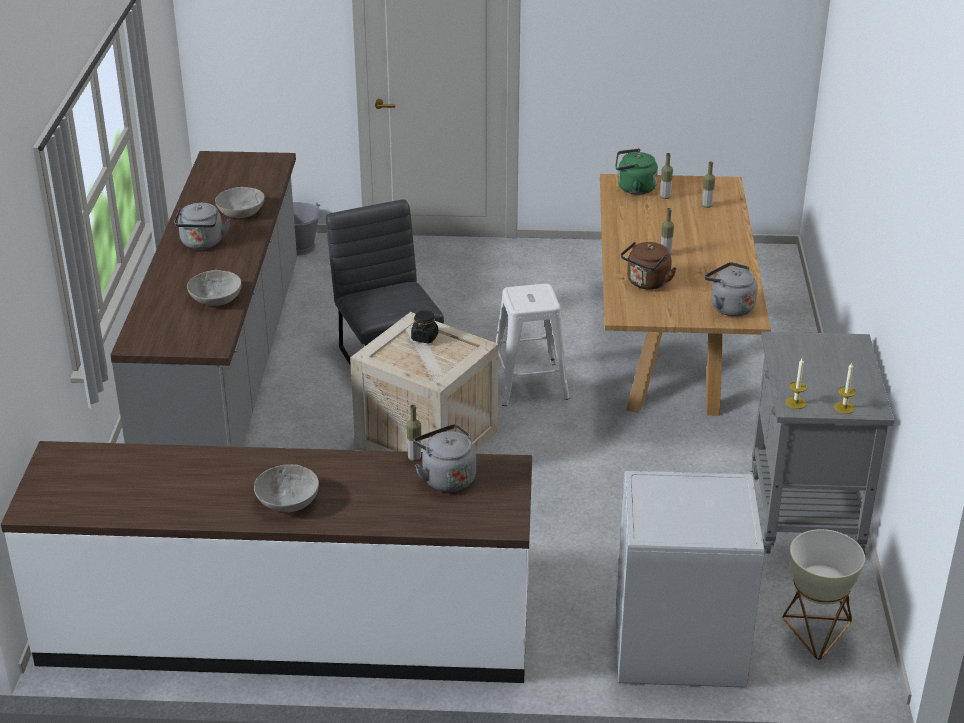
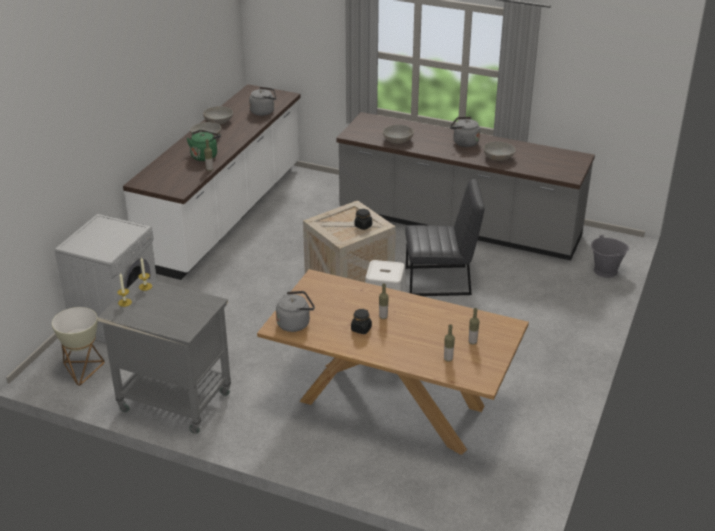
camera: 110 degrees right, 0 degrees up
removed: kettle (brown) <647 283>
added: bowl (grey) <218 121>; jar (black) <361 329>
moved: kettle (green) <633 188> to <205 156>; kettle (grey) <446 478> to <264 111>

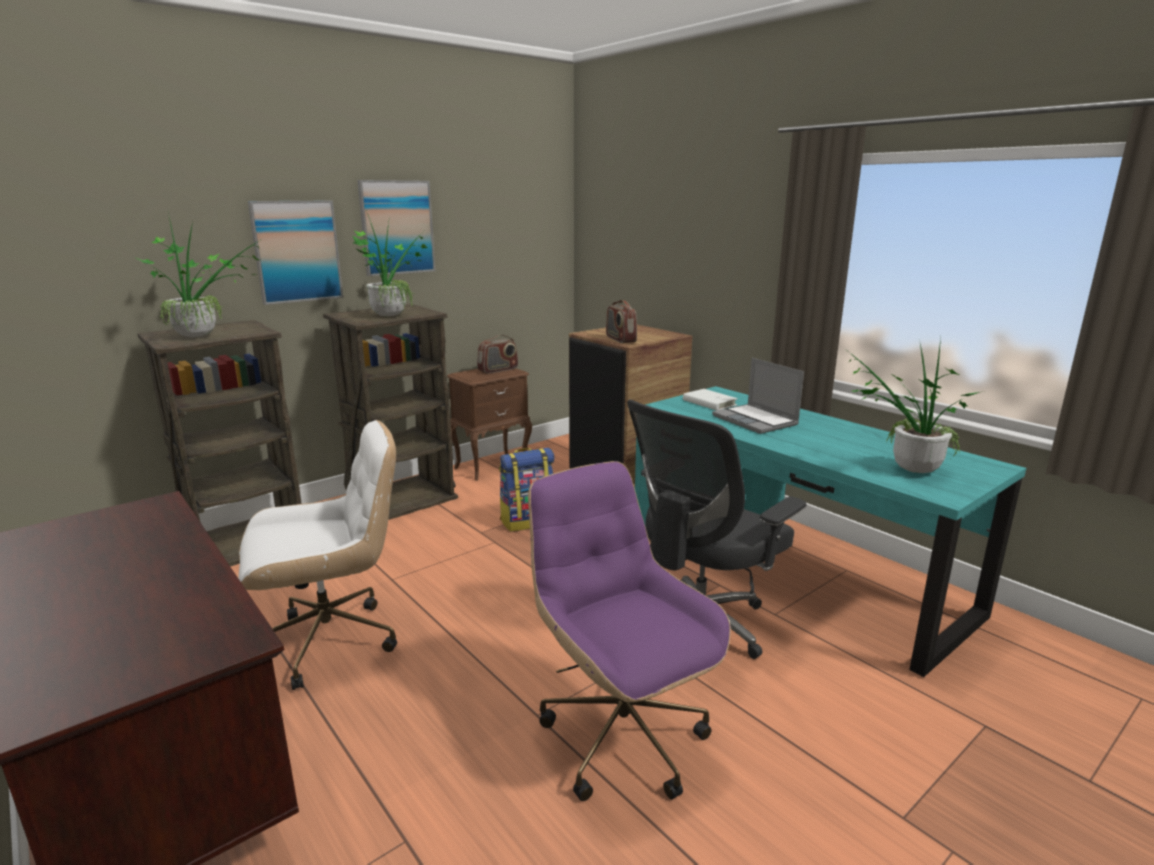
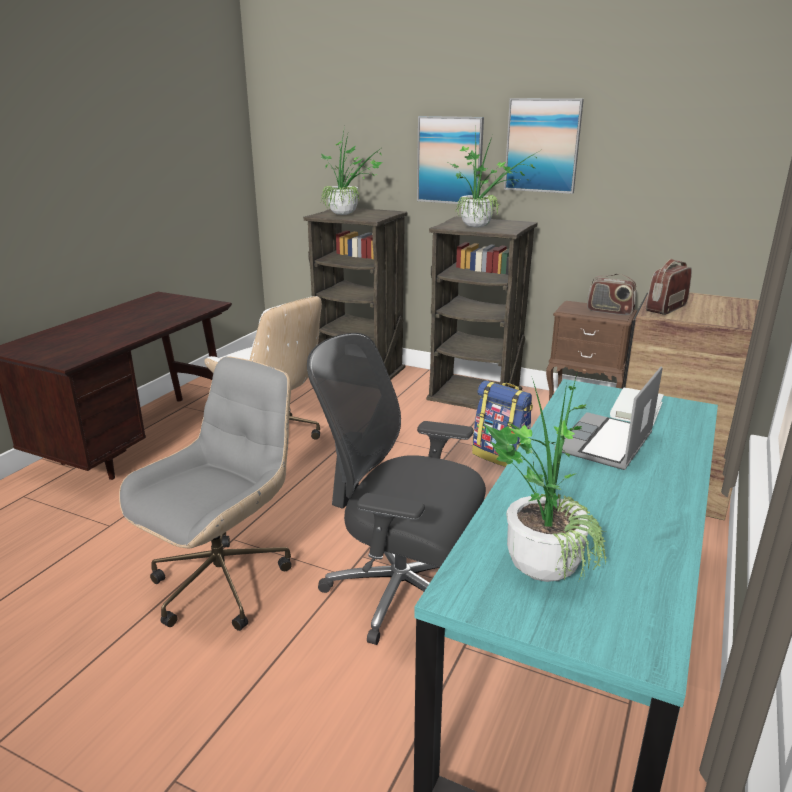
camera: 65 degrees right, 5 degrees up
recoloured: office chair (purple) <619 735> to office chair (grey) <225 582>

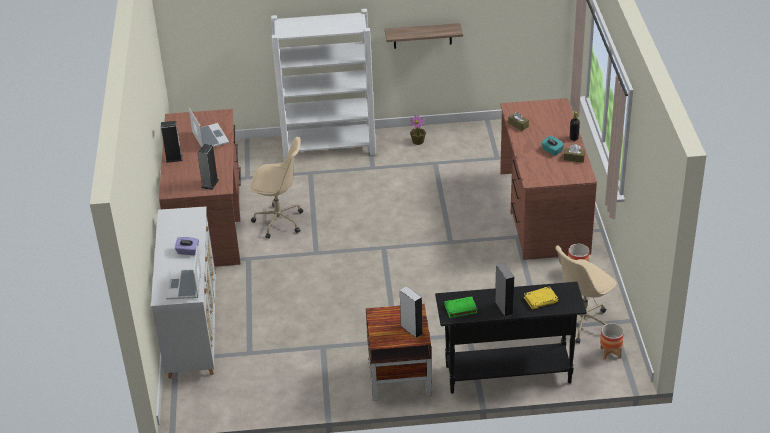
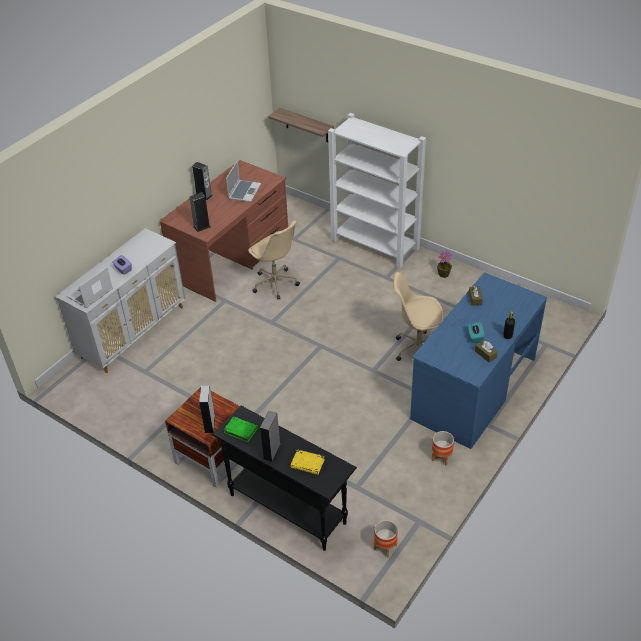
camera: 40 degrees right, 5 degrees up
moved: shelf <422 36> to <306 125>; office chair (beige) <581 324> to <416 349>
recoloured: desk (brown) <543 212> to desk (blue) <473 388>

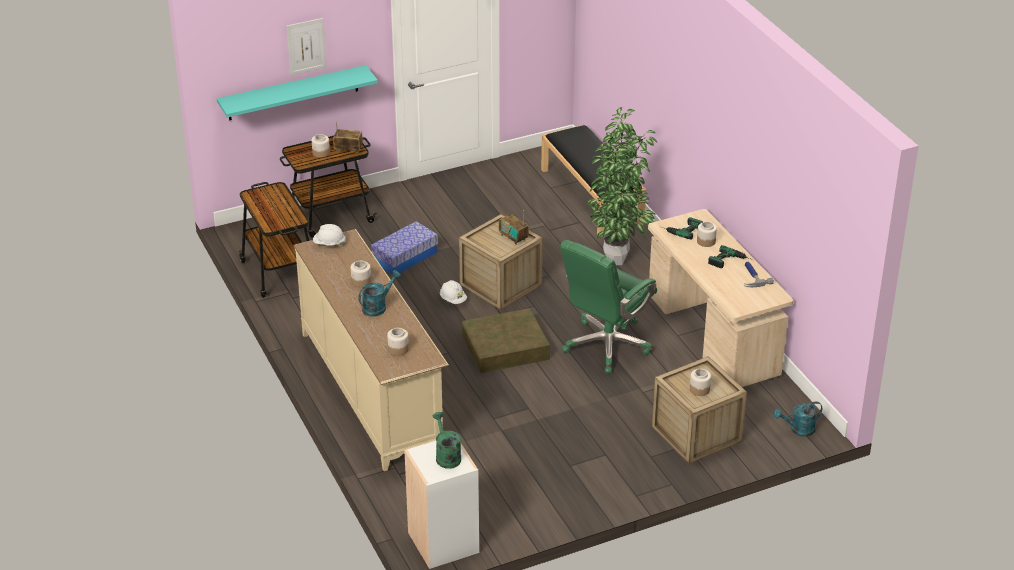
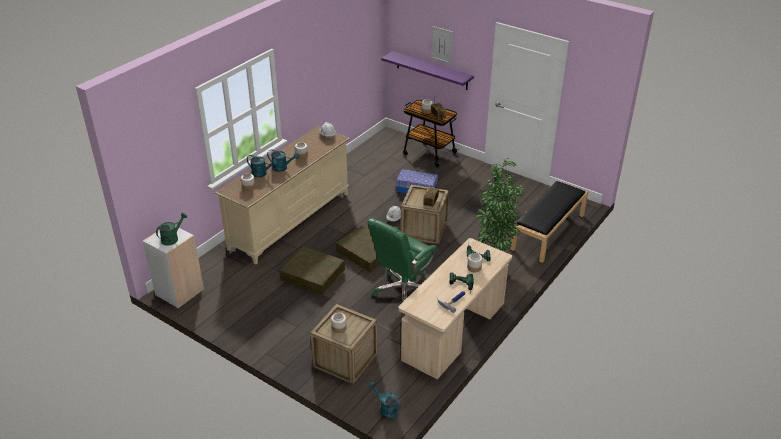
camera: 60 degrees right, 0 degrees up
removed: cart <279 274>
added: watering can (turquoise) <262 173>; storage box (brown) <313 275>
recoloured: shelf (turquoise) <293 93> to shelf (purple) <431 70>
turned: office chair (green) <607 345> = <404 290> 60 degrees counterclockwise

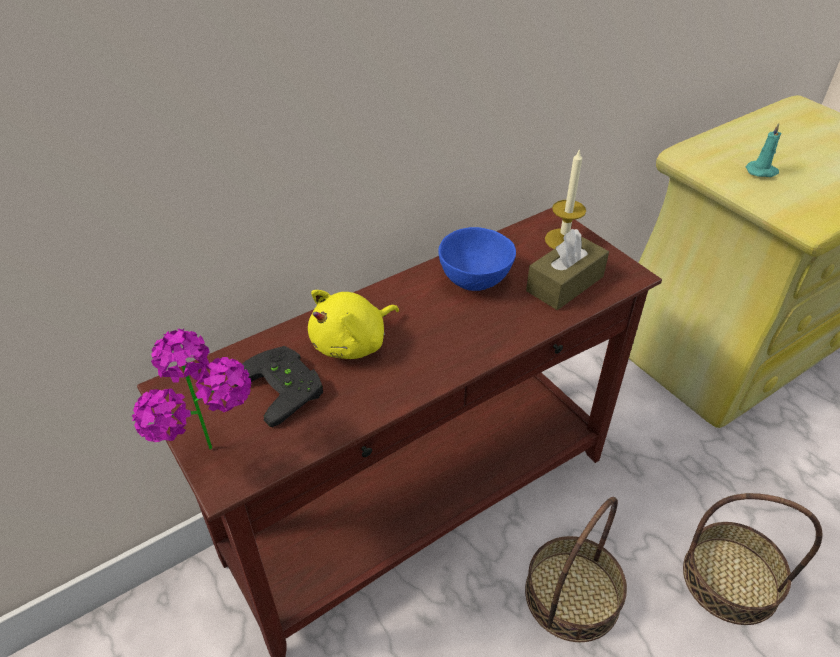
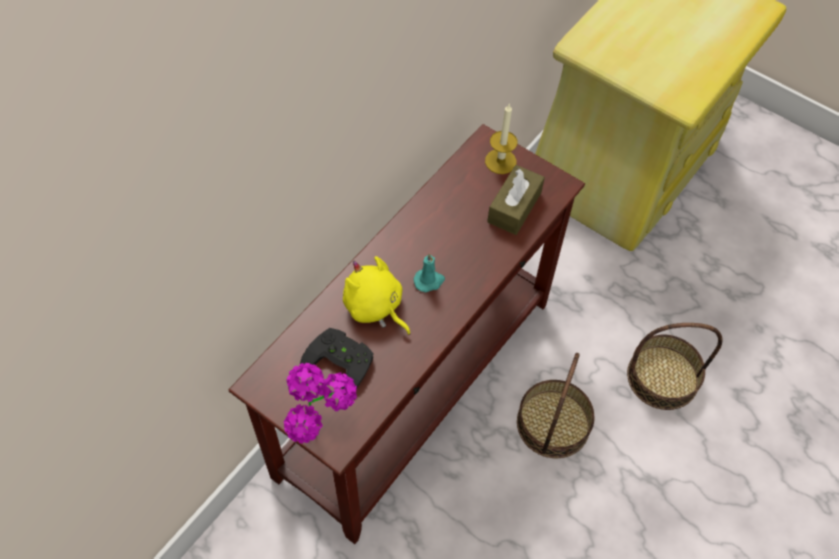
camera: 20 degrees left, 15 degrees up
removed: bowl (blue) <476 281>
moved: candle (turquoise) <762 171> to <429 281>
turned: plush toy (yellow) <353 343> = <375 307> 105 degrees clockwise

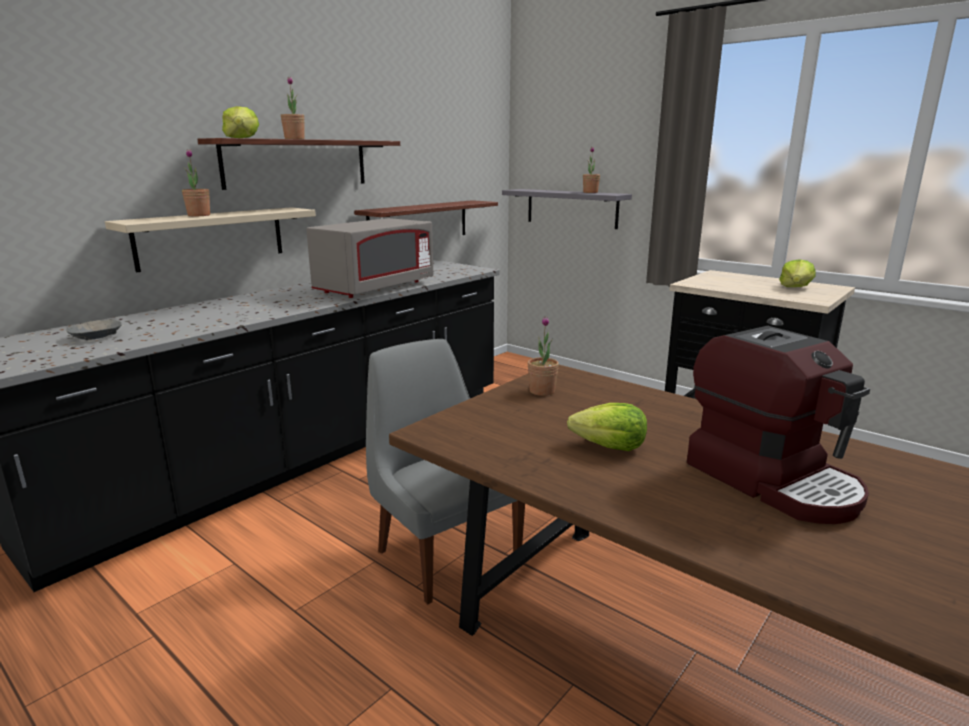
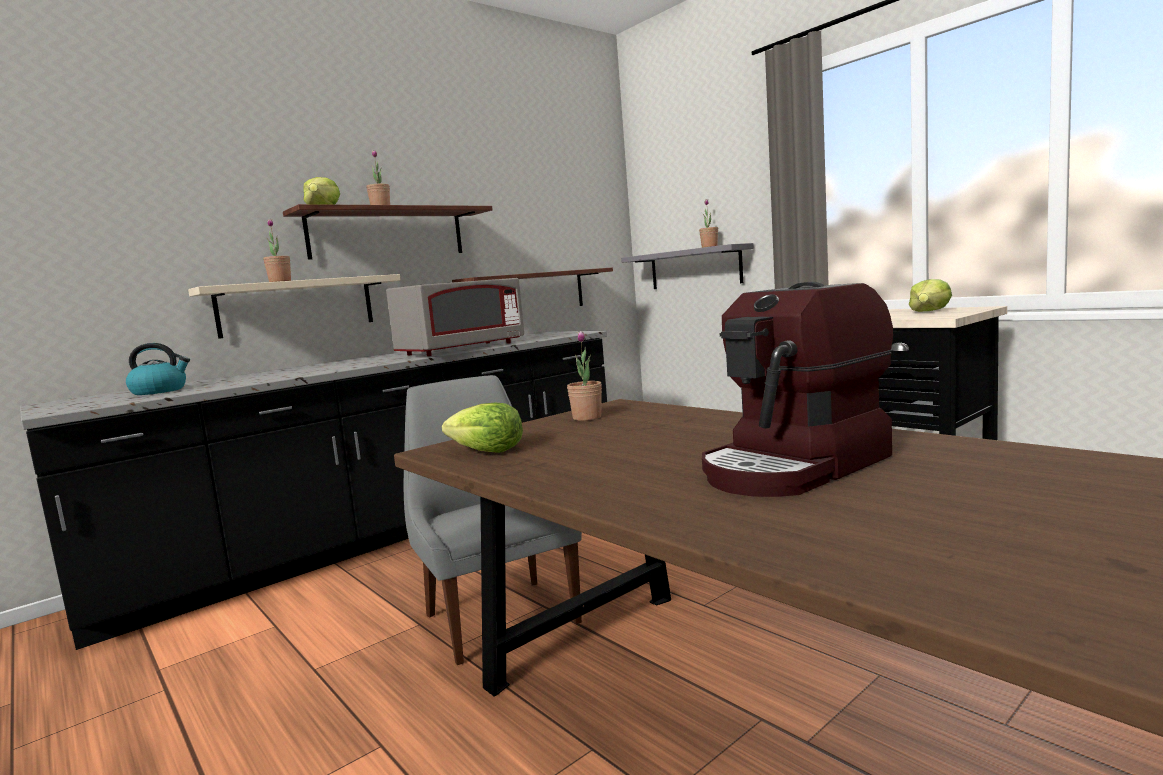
camera: 10 degrees right, 10 degrees down
moved: lettuce <609 446> to <487 451>
replaced: bowl (grey) <96 337> to kettle <160 391>
turned: coffee machine <773 480> = <796 467> 75 degrees clockwise

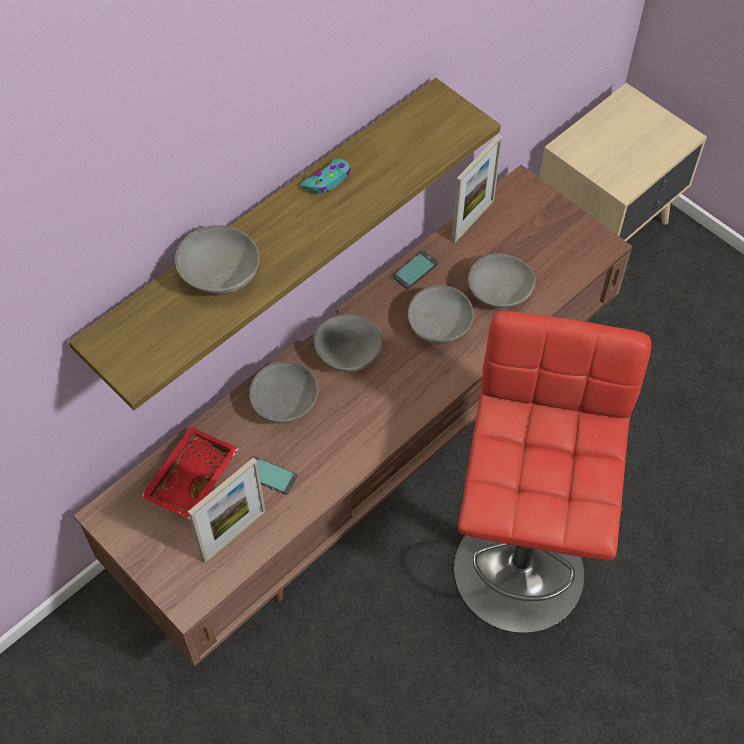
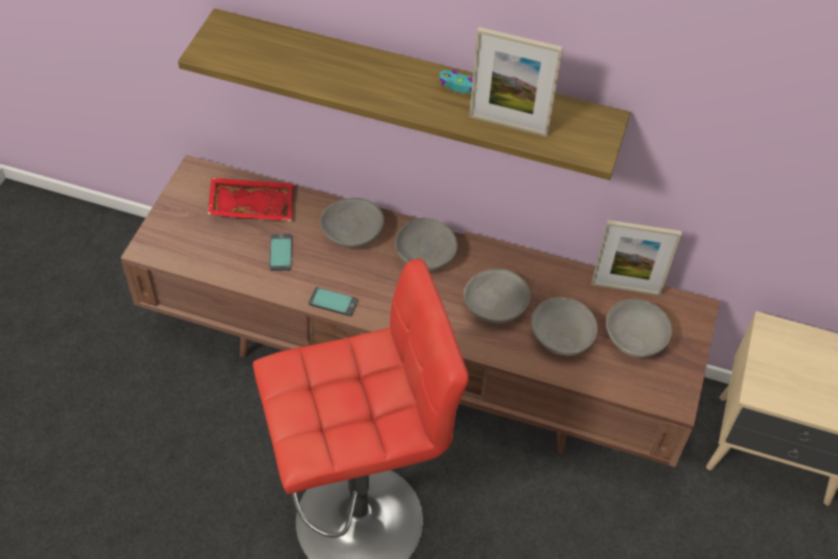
camera: 60 degrees right, 5 degrees down
moved: phone <415 270> to <333 302>; picture frame <234 535> to <508 125>; bowl (grey) <220 274> to <635 339>

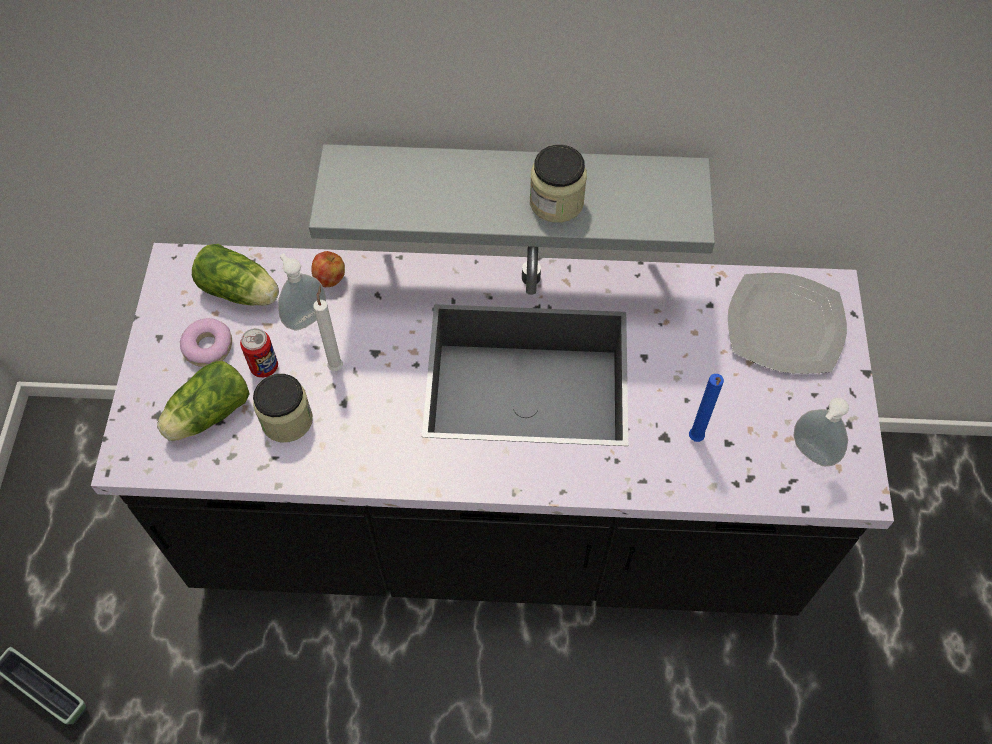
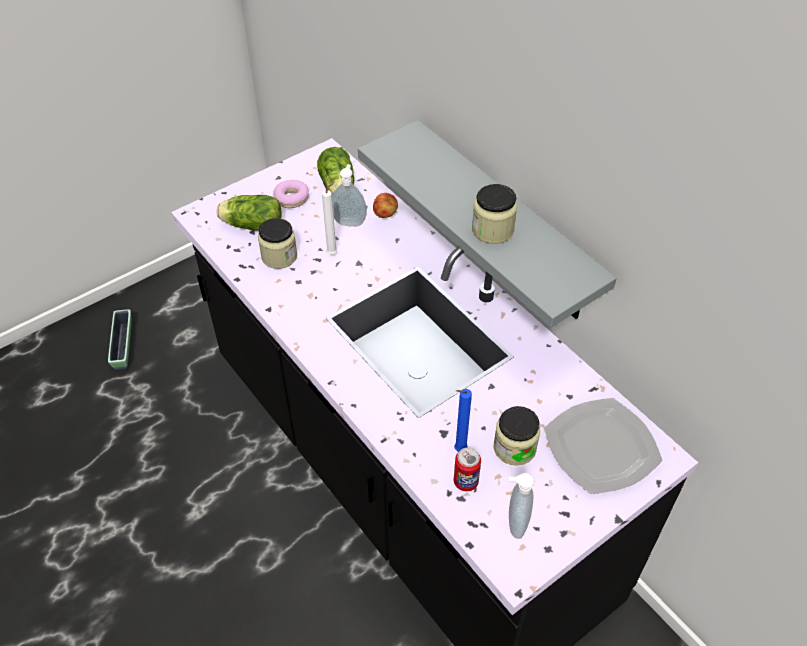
camera: 50 degrees right, 10 degrees down
added: jar <514 447>
moved: can <264 367> to <465 482>

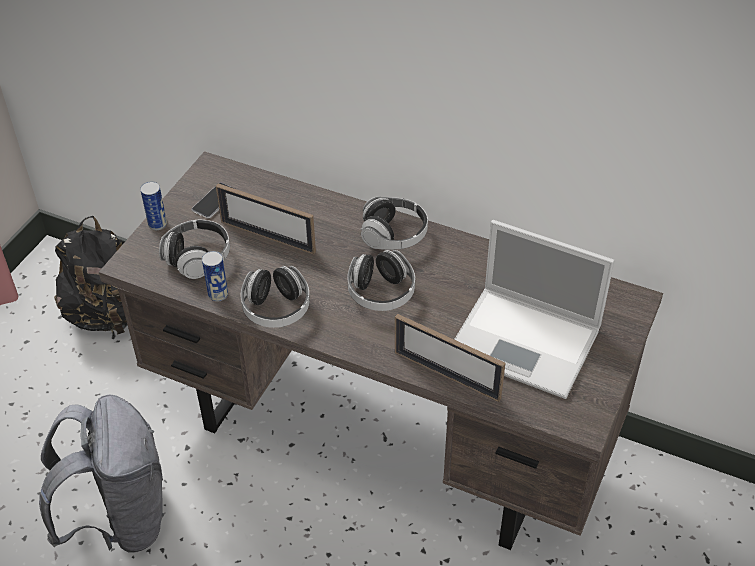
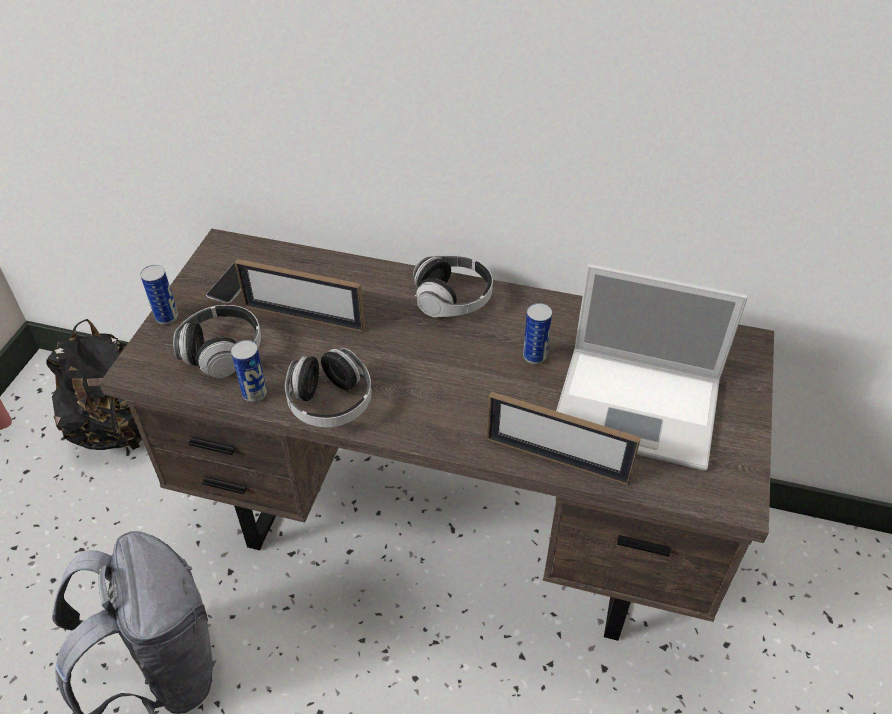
camera: 10 degrees left, 0 degrees up
removed: headphones <381 293>
added: can <534 356>

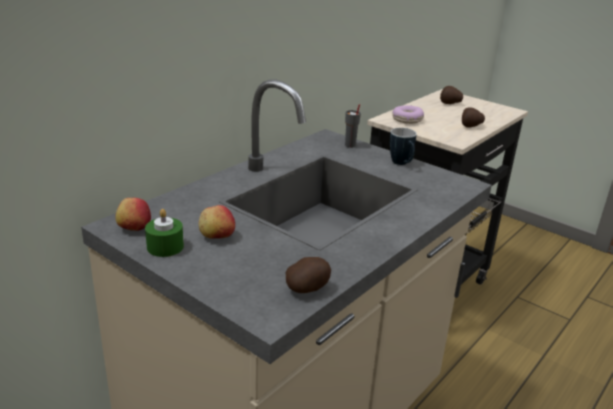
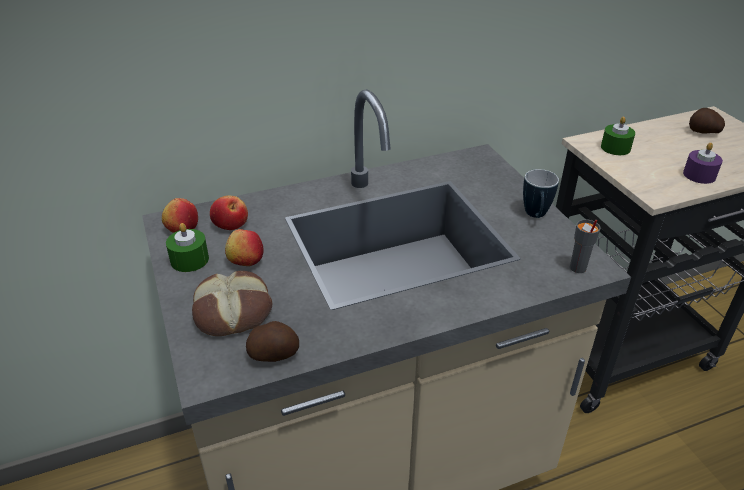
camera: 30 degrees right, 10 degrees up
added: bread <234 310>; apple <231 224>
moved: cup (grey) <350 145> to <577 268>
replaced: donut <407 120> to candle (green) <615 148>; potato <470 126> to candle (purple) <699 175>

